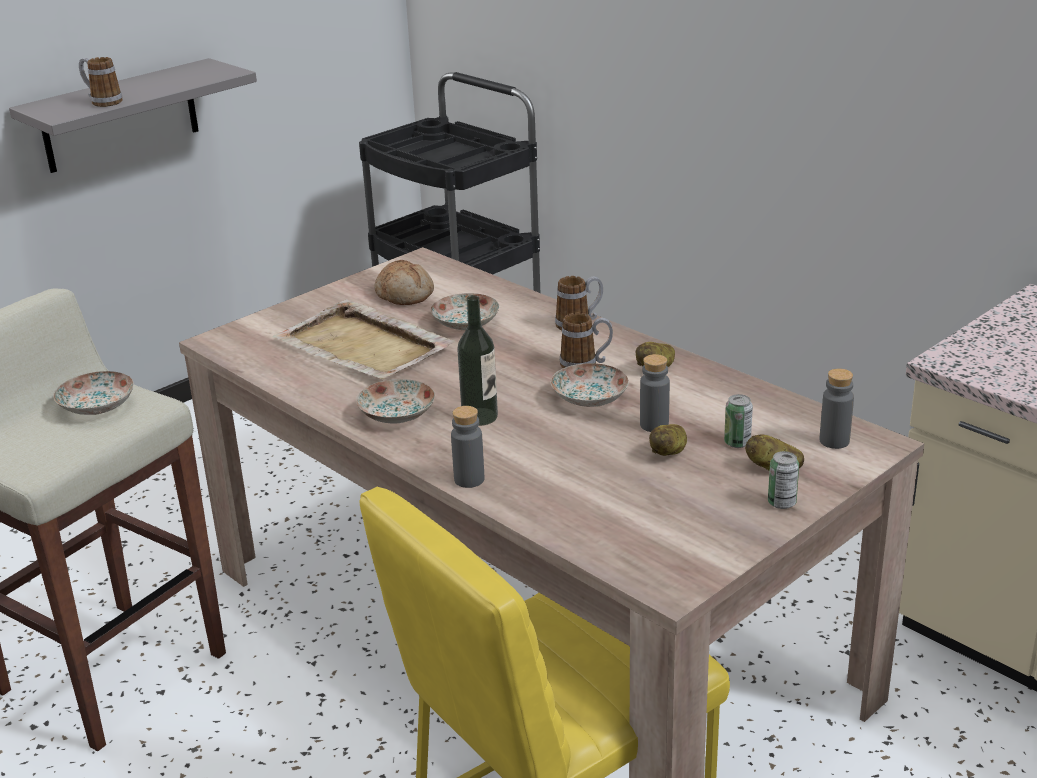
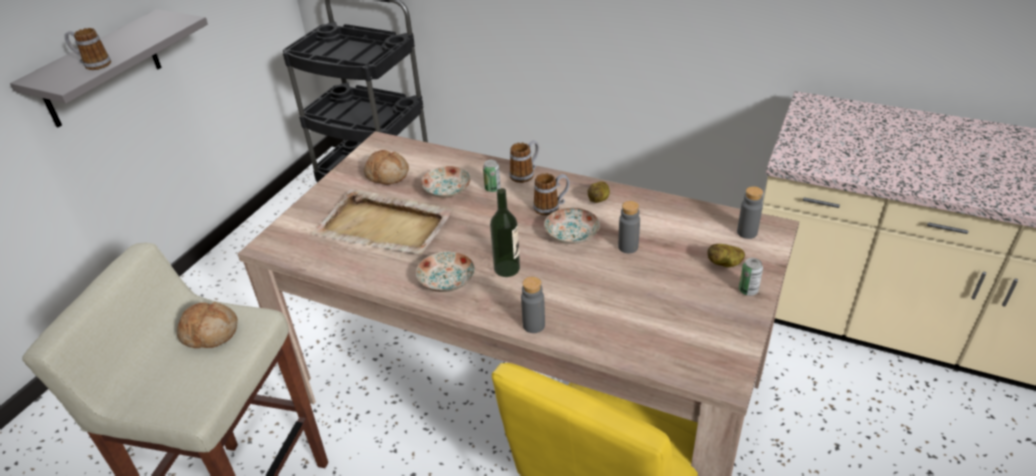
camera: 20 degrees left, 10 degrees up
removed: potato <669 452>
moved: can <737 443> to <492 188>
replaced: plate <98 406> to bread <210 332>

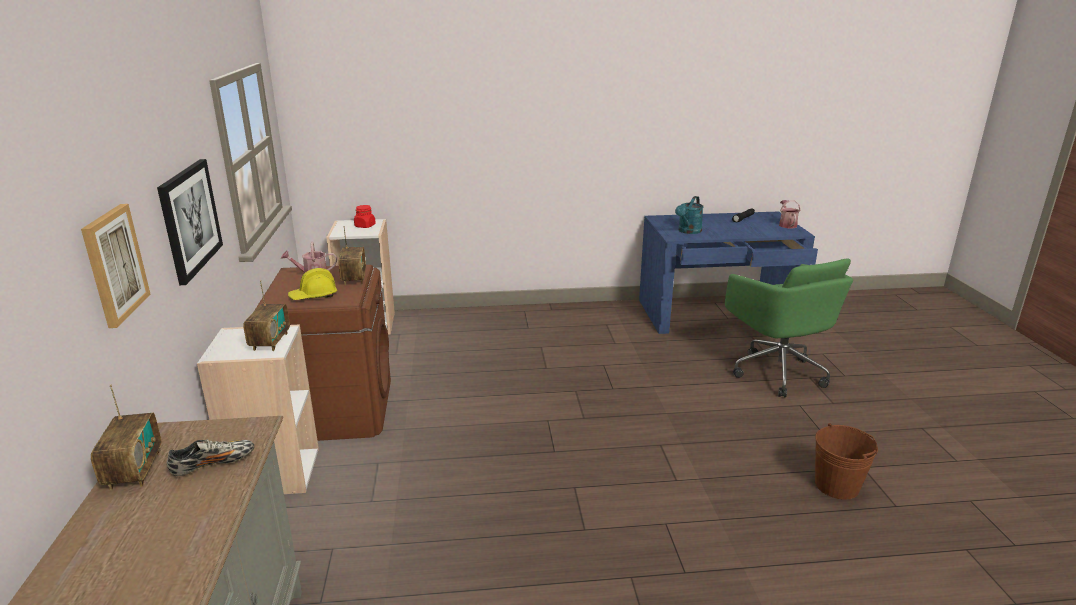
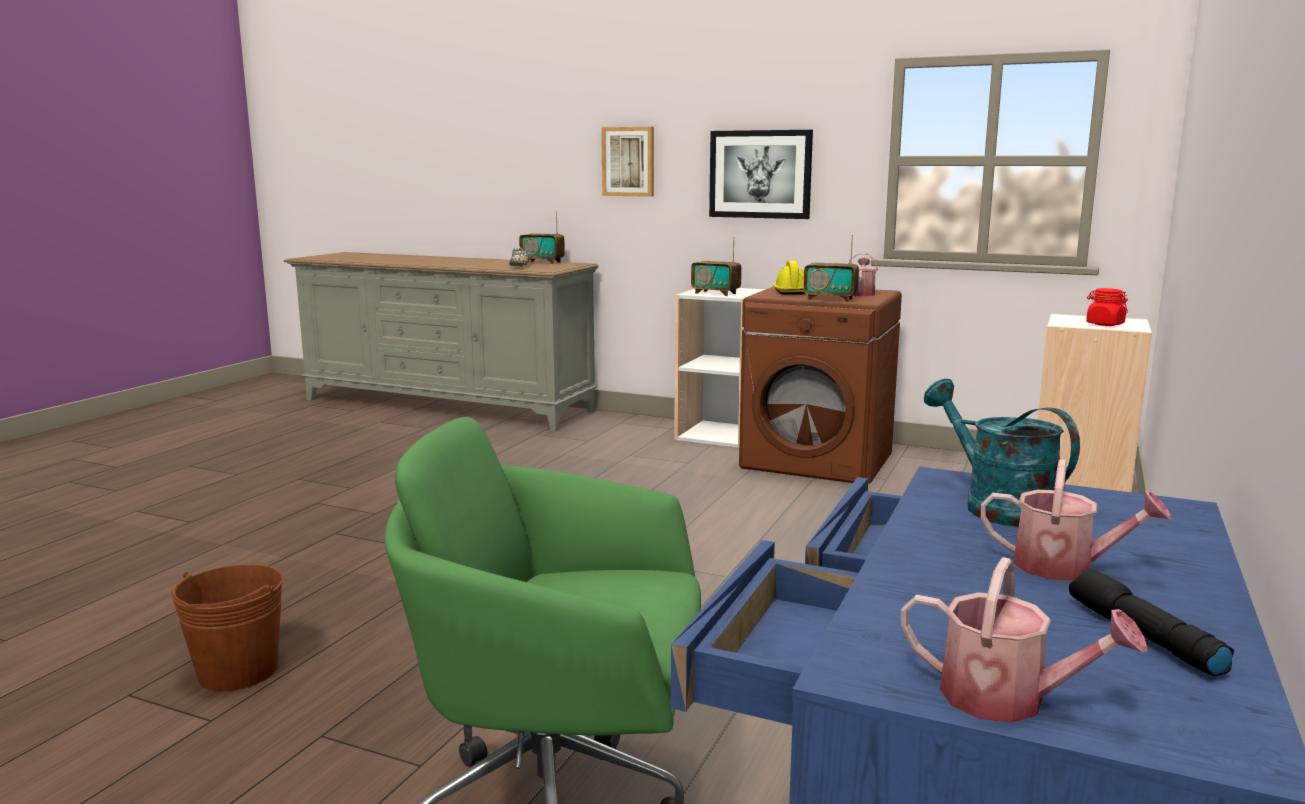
camera: 120 degrees right, 10 degrees down
added: watering can <1065 567>

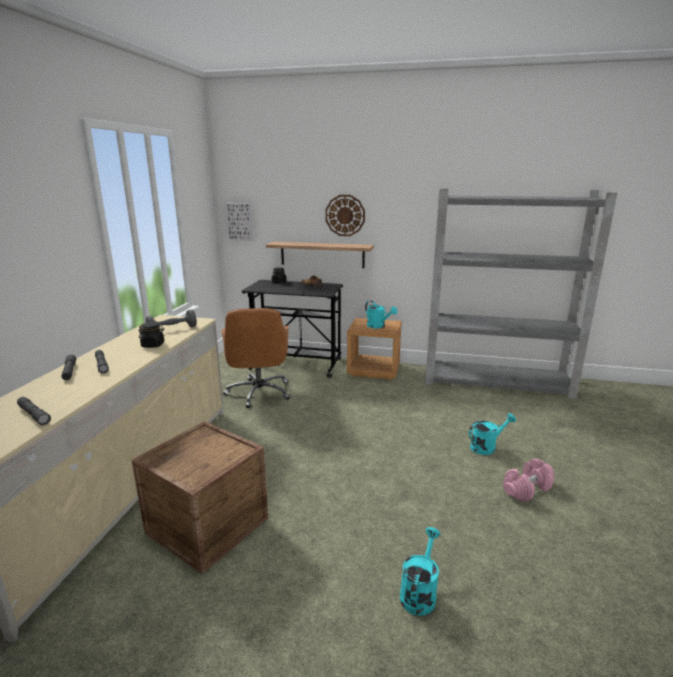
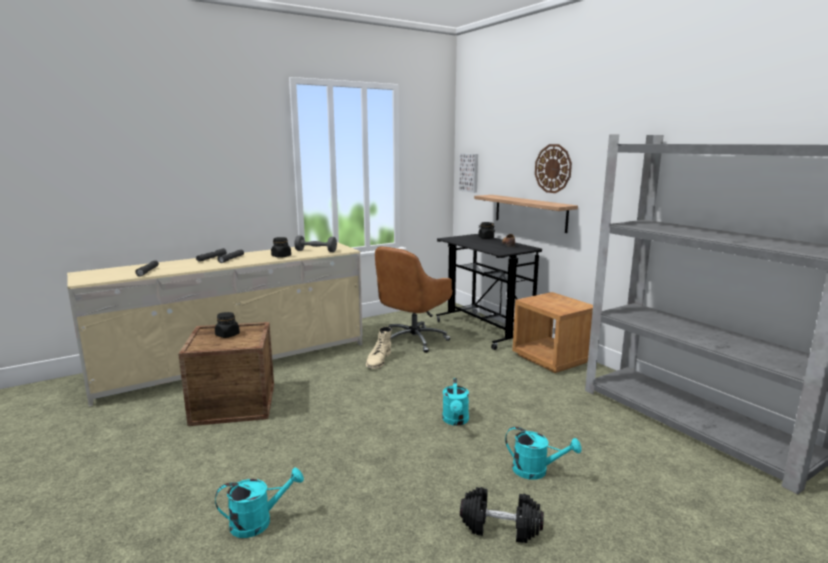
camera: 45 degrees right, 5 degrees down
added: jar (black) <227 335>; boot (beige) <378 360>
moved: watering can (turquoise) <378 326> to <455 421>
recoloured: dumbbell (pink) <526 489> to dumbbell (black) <500 527>

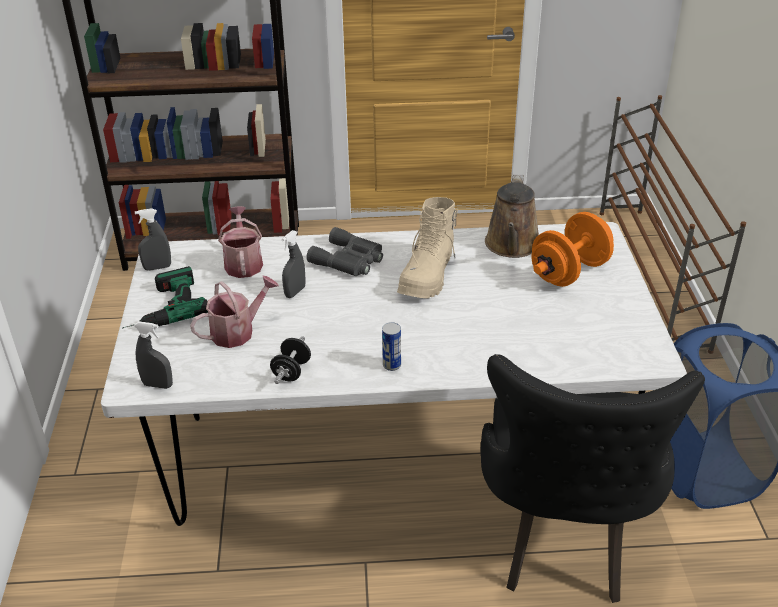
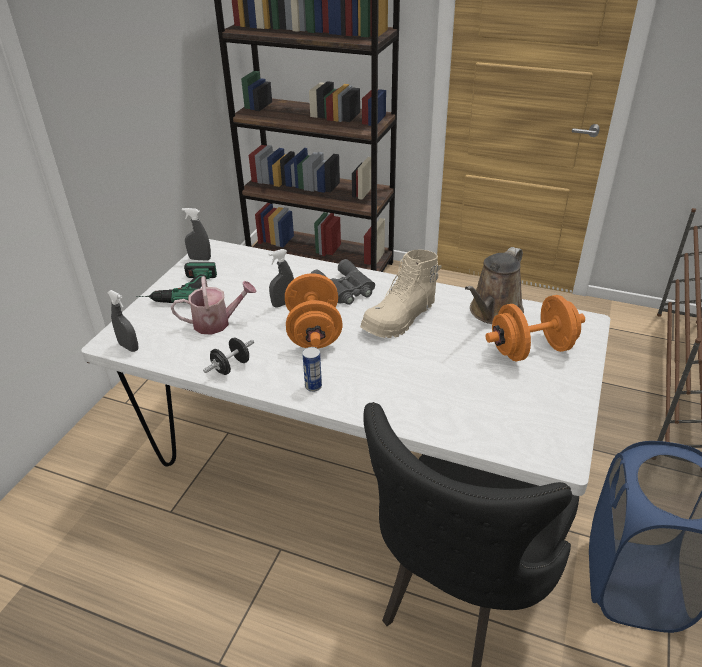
camera: 25 degrees right, 0 degrees up
removed: watering can <243 263>
added: dumbbell (orange) <314 332>

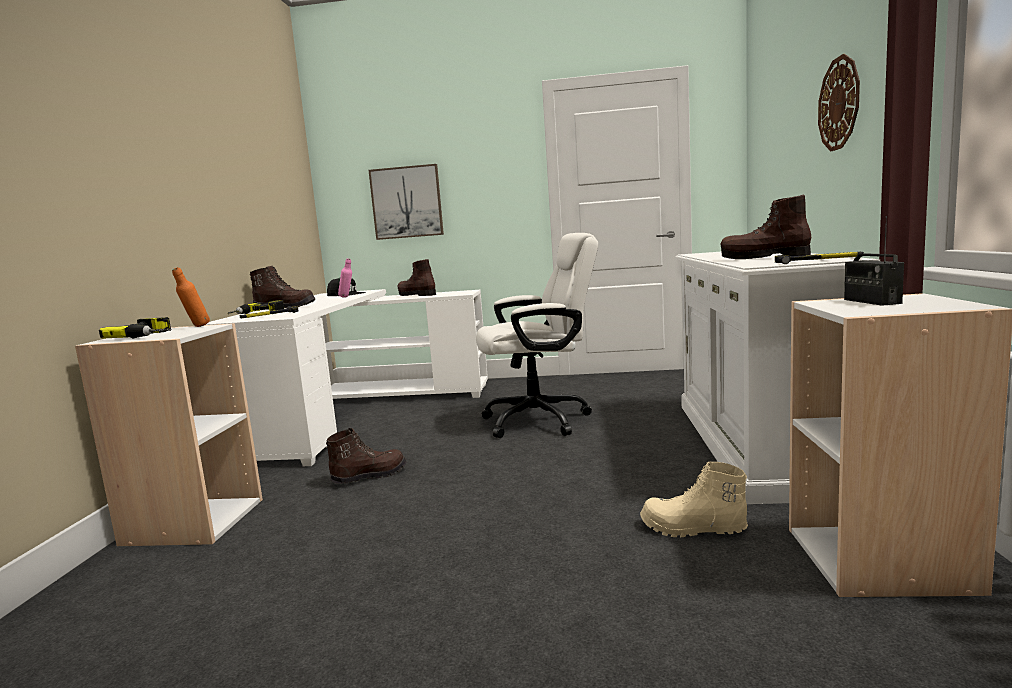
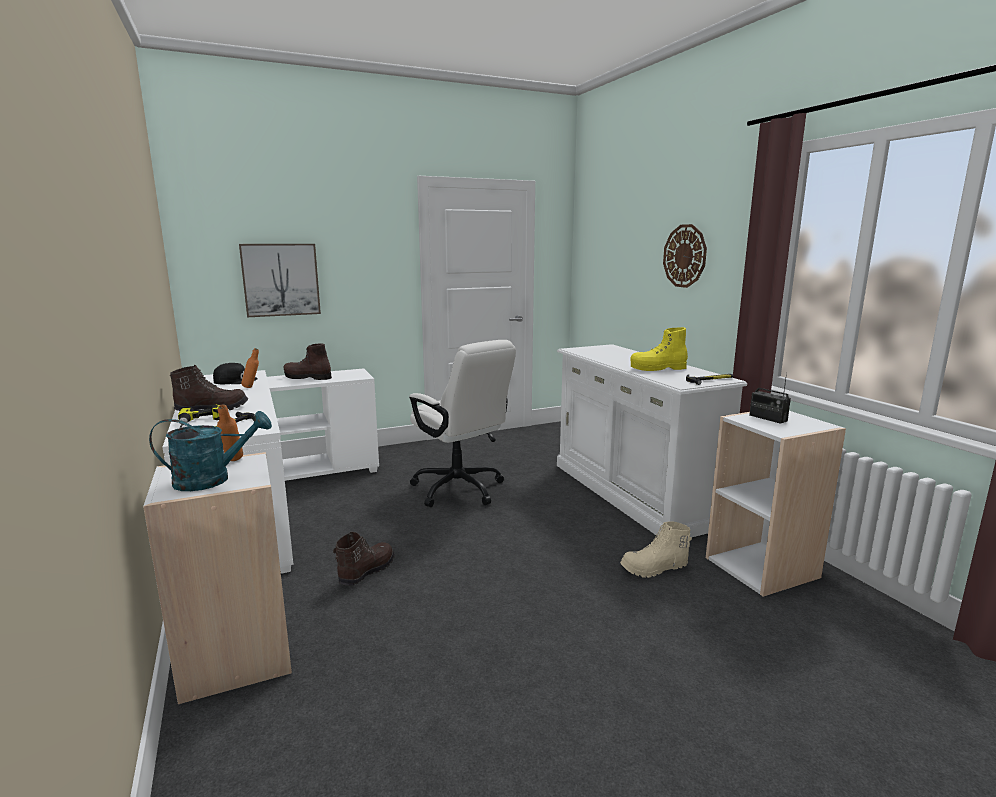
camera: 30 degrees left, 5 degrees up
replaced: power drill <153 335> to watering can (turquoise) <212 480>
recoloured: bottle (pink) <347 297> to bottle (orange) <252 387>; boot (brown) <764 258> to boot (yellow) <658 369>
turned: office chair (white) <542 420> = <461 491> 90 degrees clockwise

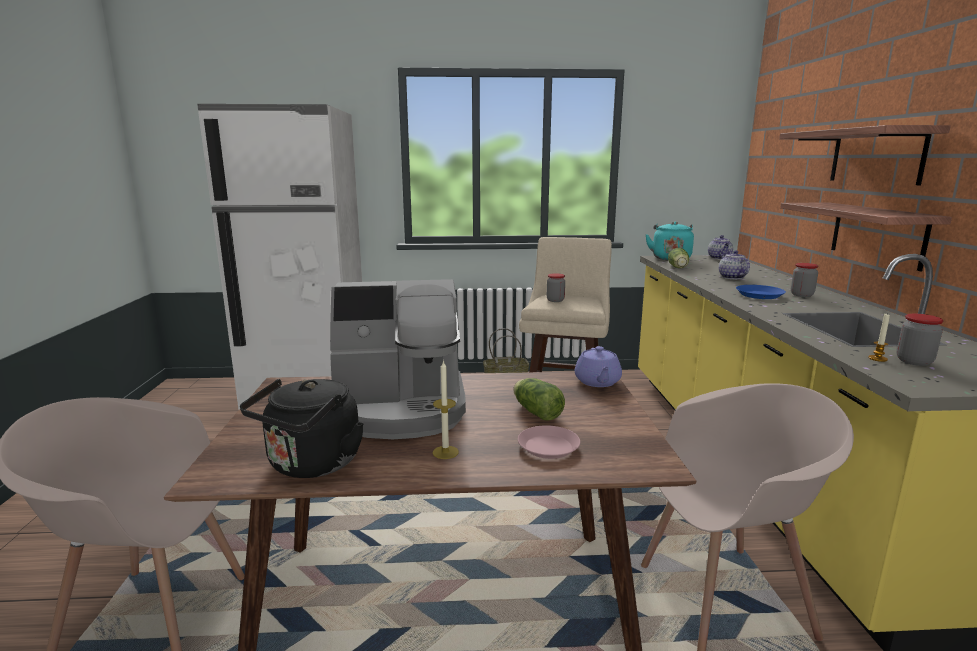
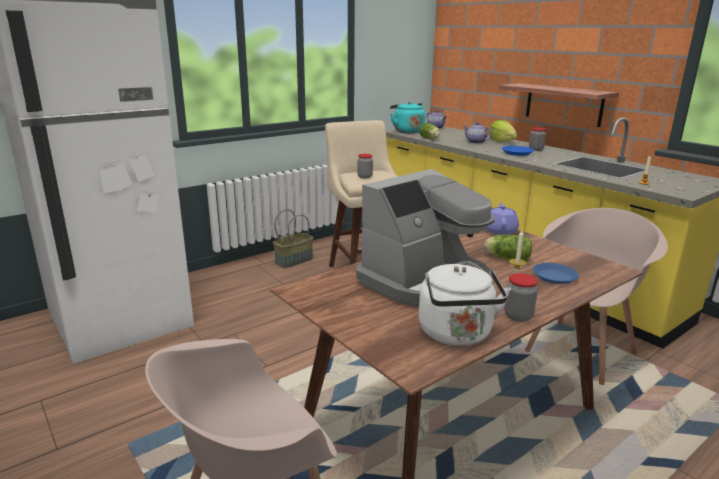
camera: 35 degrees left, 5 degrees up
removed: shelf <876 156>
added: lettuce <502 142>
moved: jar <914 361> to <518 316>
recoloured: kettle (black) <311 465> to kettle (white) <457 334>; plate (pink) <549 447> to plate (blue) <555 277>
turned: teapot (purple) <597 382> = <500 230> 135 degrees counterclockwise

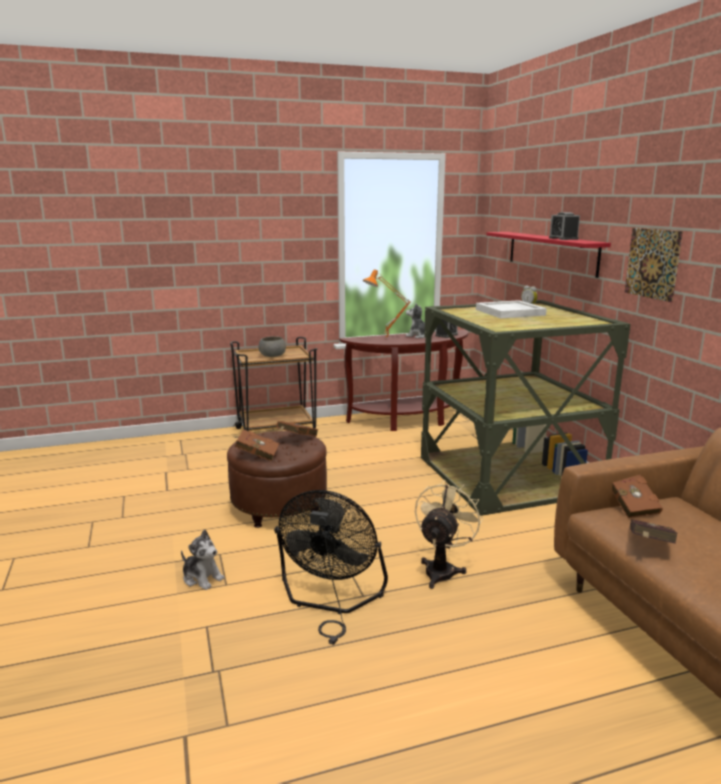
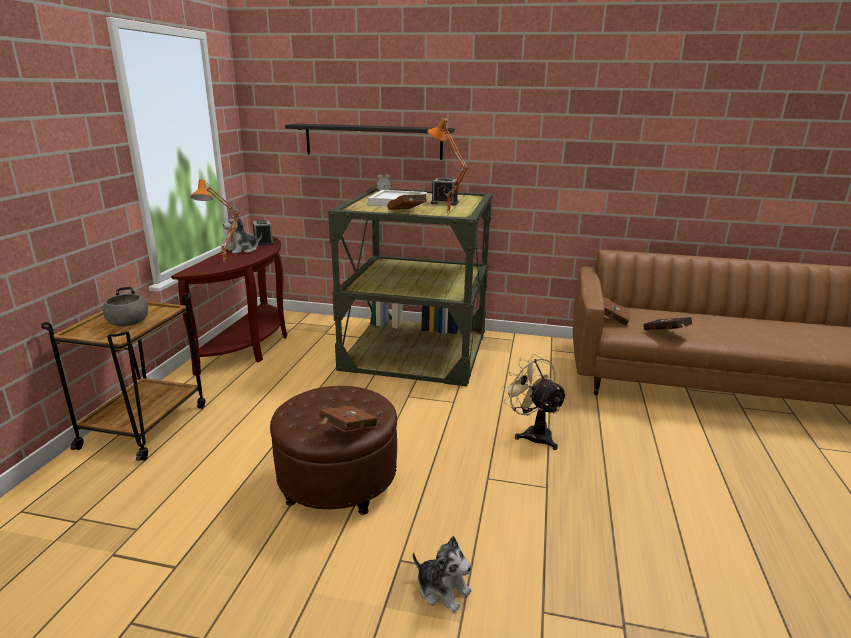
camera: 60 degrees left, 5 degrees up
removed: fan (black) <328 600>; picture <652 263>
added: table lamp (orange) <446 213>
moved: book (brown) <296 439> to <407 213>; alarm clock <563 238> to <444 203>
recoloured: shelf (red) <551 252> to shelf (black) <373 141>
turned: plush toy <202 578> = <442 590> 60 degrees clockwise

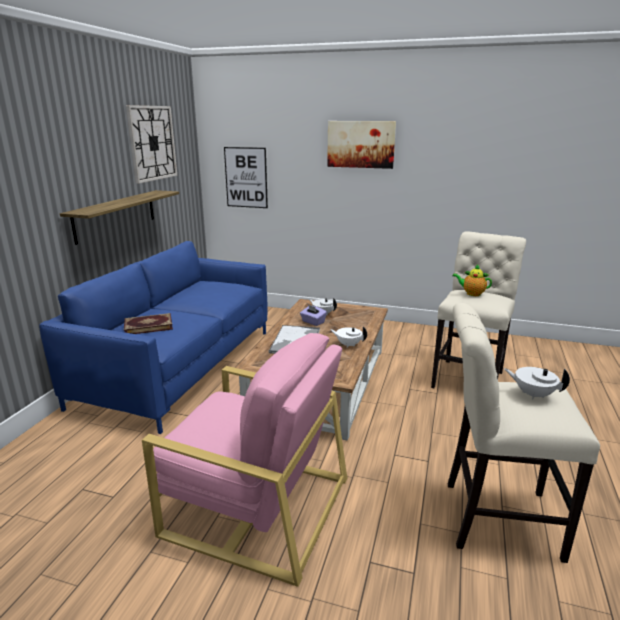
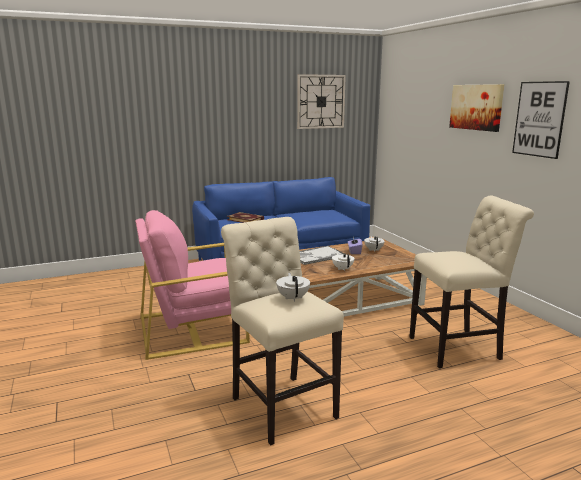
camera: 50 degrees right, 5 degrees down
removed: shelf <116 215>; teapot <471 293>
moved: picture <246 177> to <539 119>
turned: armchair (pink) <256 504> = <193 328> 90 degrees clockwise

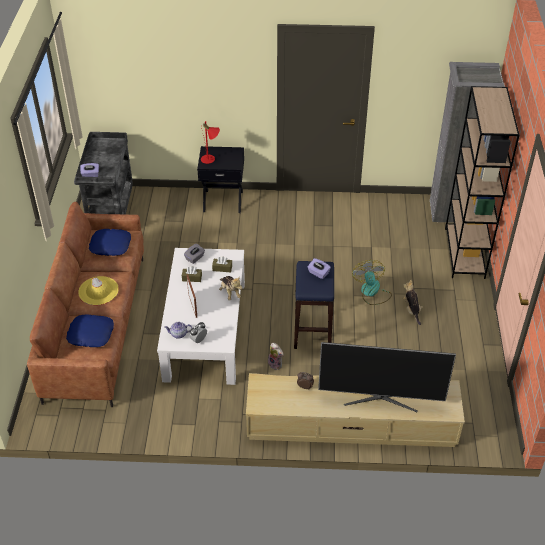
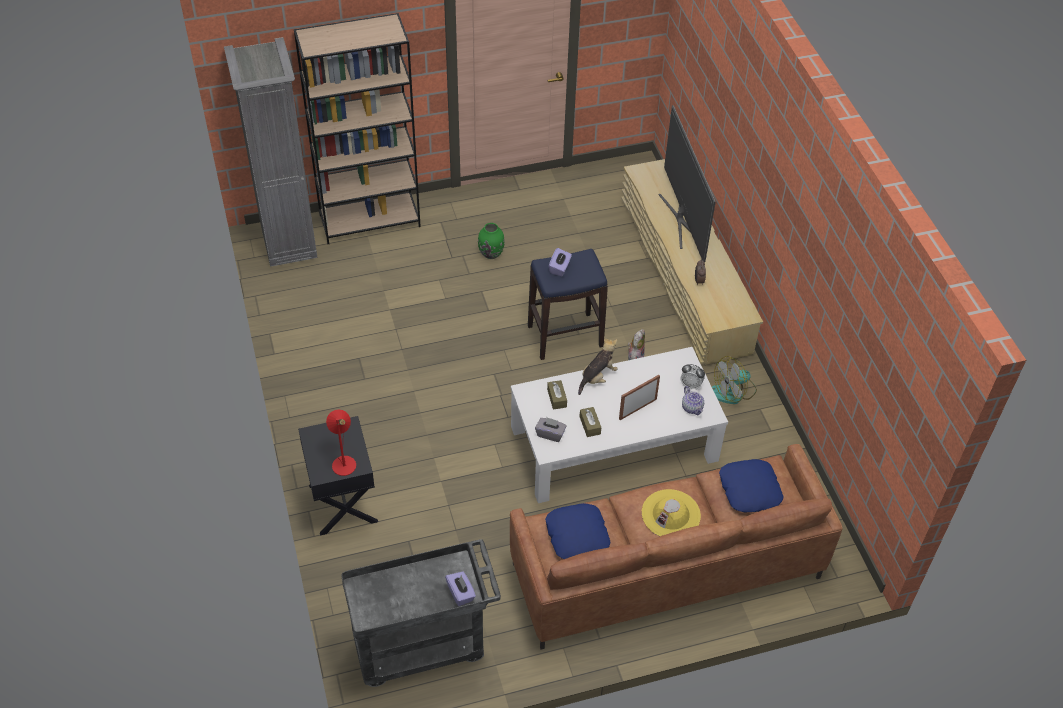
camera: 110 degrees left, 5 degrees up
moved: fan <372 292> to <733 391>
replaced: plush toy <411 310> to vase (green) <491 253>

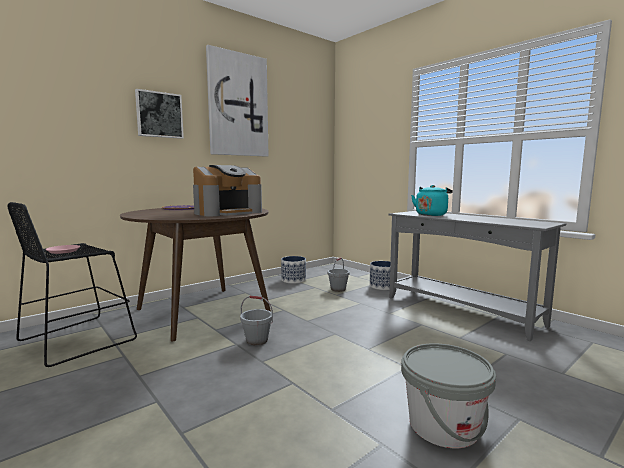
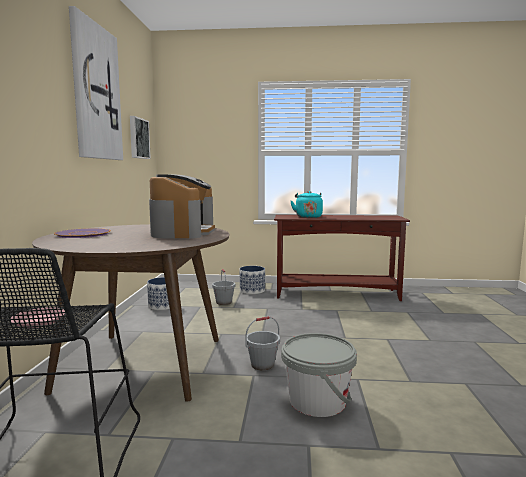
camera: 45 degrees left, 0 degrees up
moved: picture <159 115> to <138 138>; bucket (grey) <443 425> to <317 401>
recoloured: console table (grey) <462 310> to console table (brown) <337 293>

